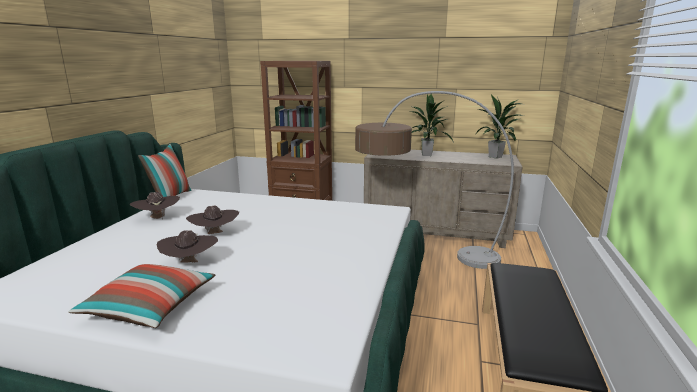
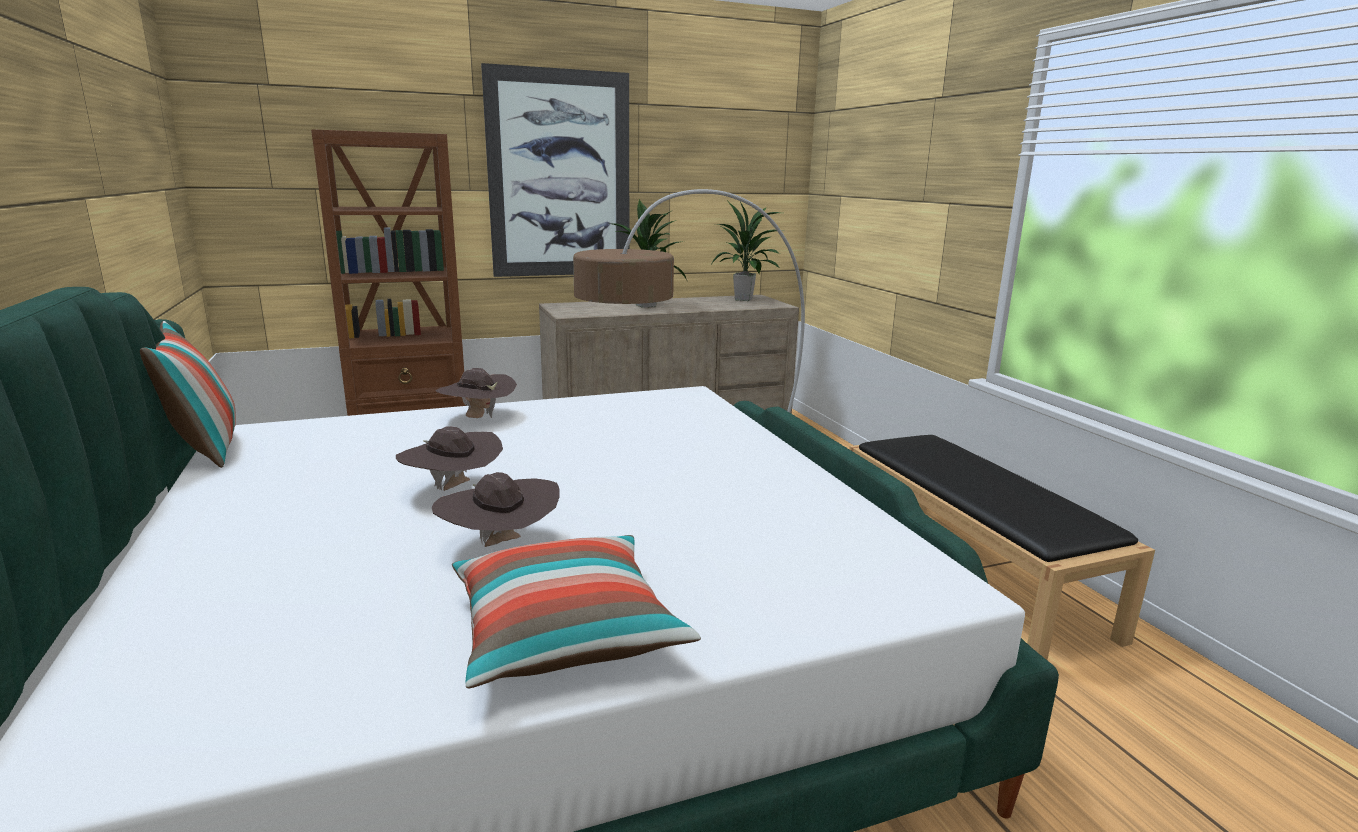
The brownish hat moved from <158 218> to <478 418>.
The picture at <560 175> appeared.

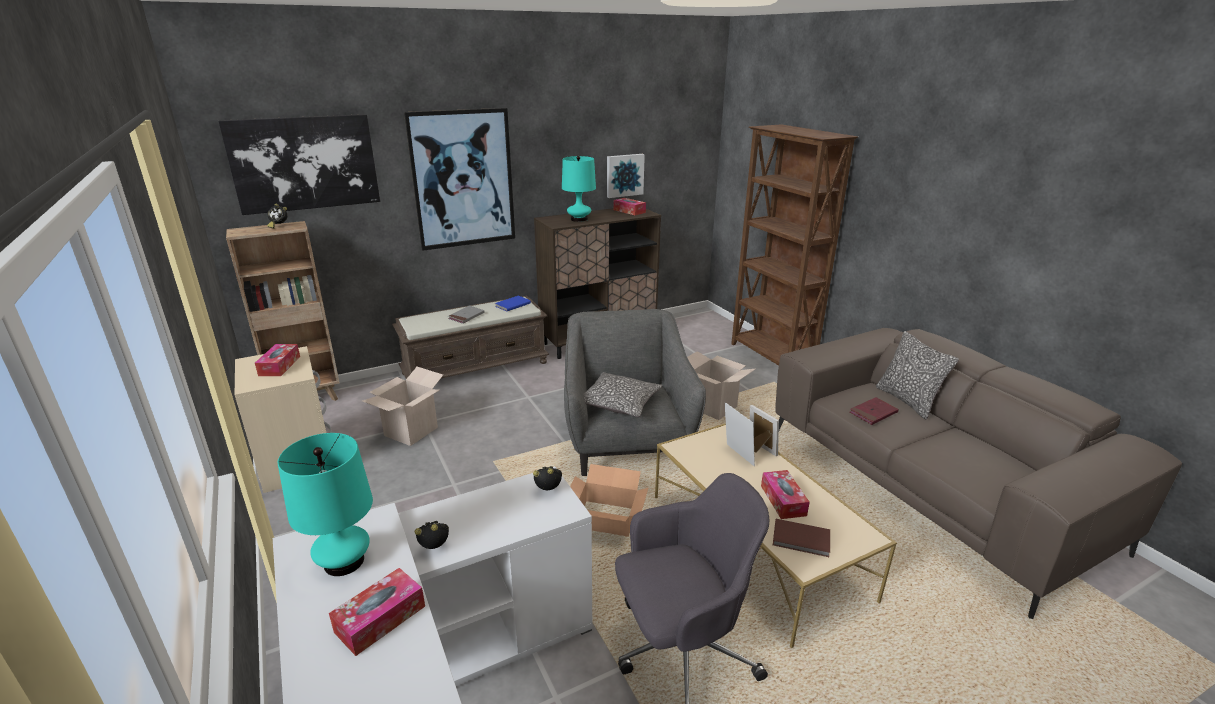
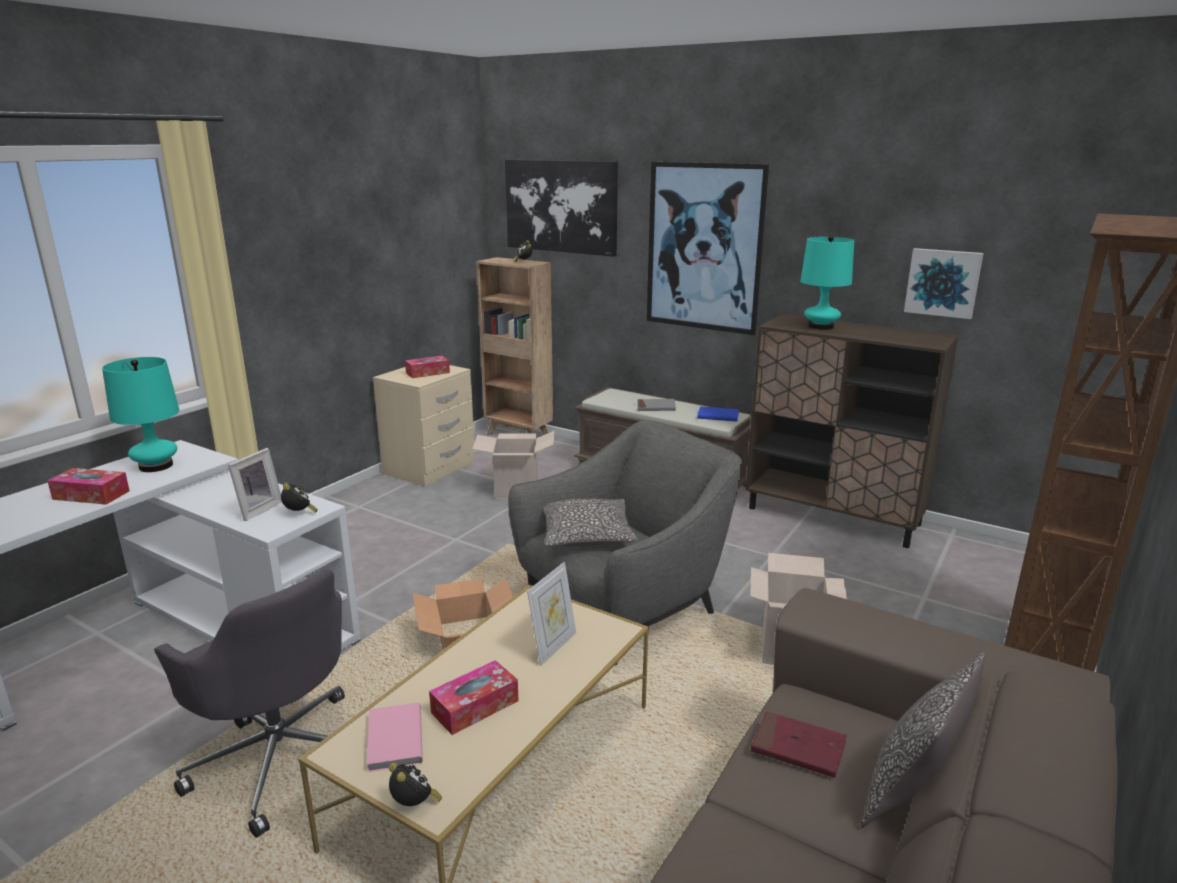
The photo frame moved from <758 449> to <257 509>.
The brownish volume at <802 540> became the pinkish volume at <393 740>.
The alarm clock moved from <436 548> to <415 805>.
The box of tissues at <629 211> disappeared.

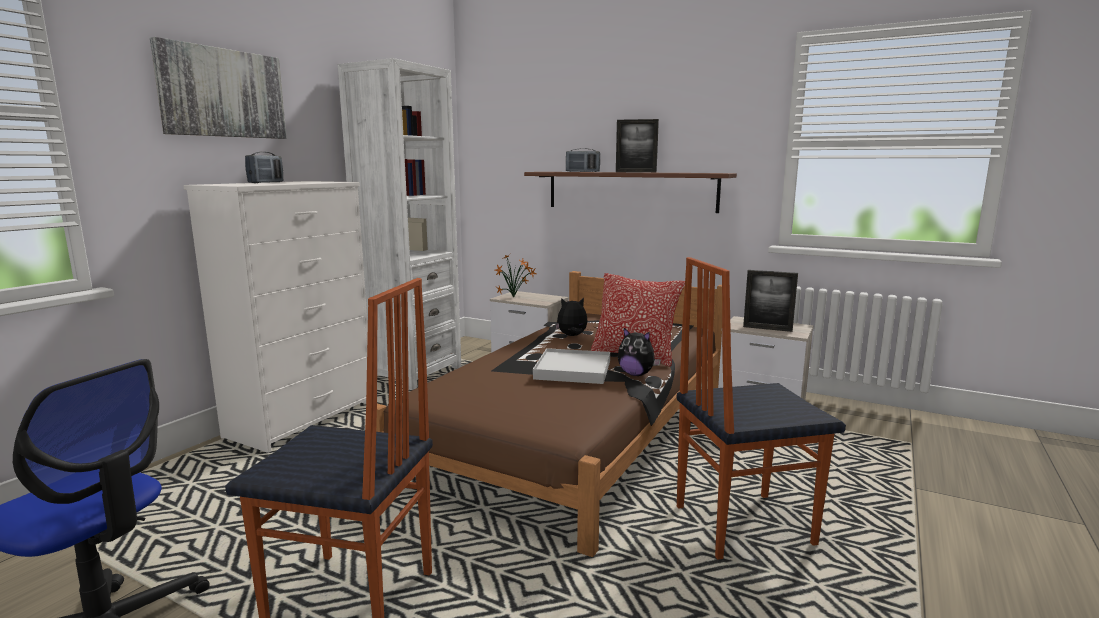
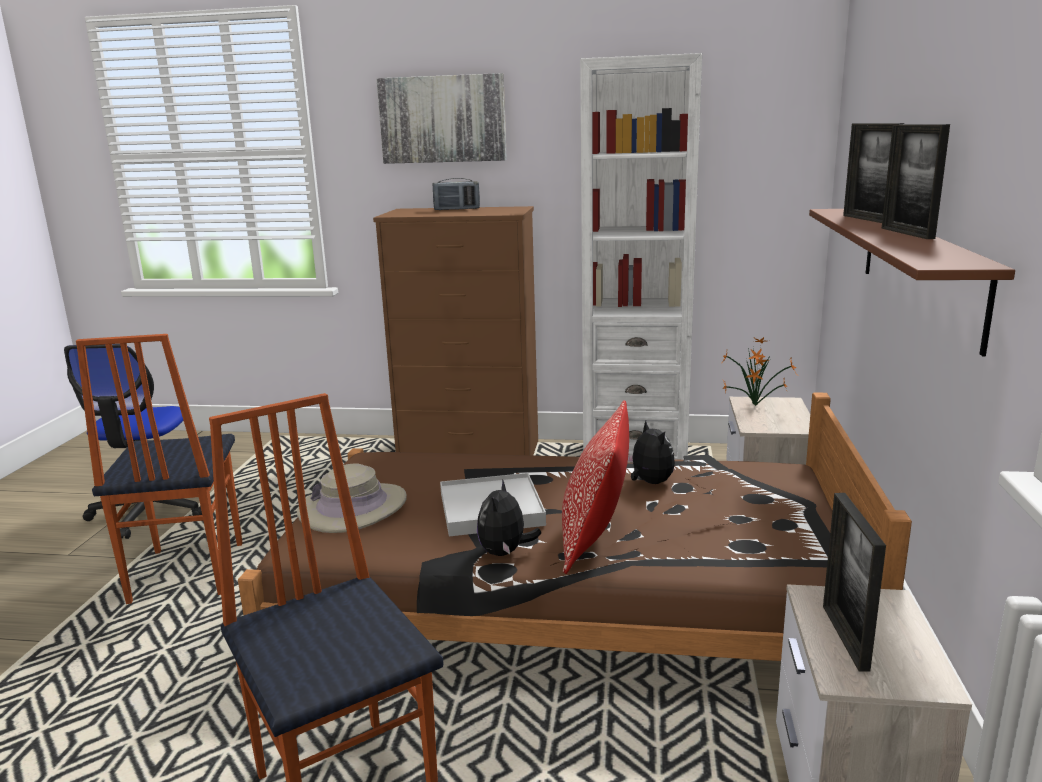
The beige hat at <353 508> appeared.
The white drawer chest at <303 420> became the brownish drawer chest at <470 453>.
The radio set at <582 171> was replaced by the photo frame at <867 219>.

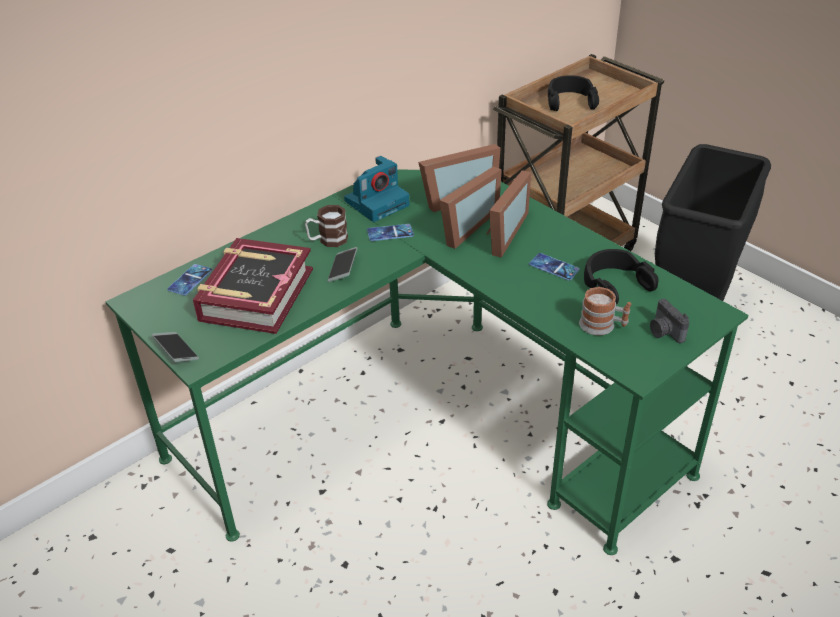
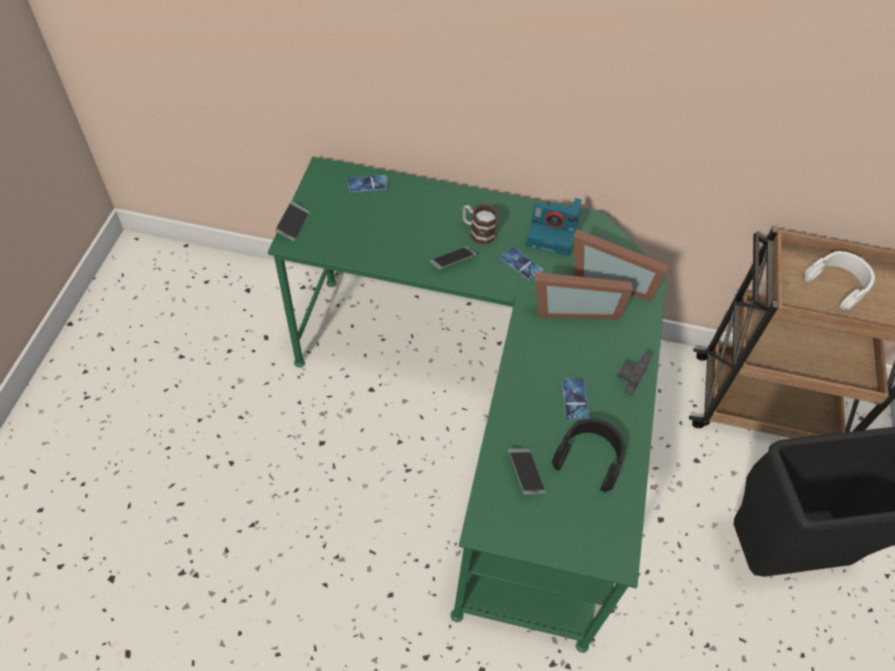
The tea mug at <602 326> was replaced by the handset at <525 473>.
The photo camera moved from <664 332> to <629 378>.
The black pair of headphones at <570 101> became the white pair of headphones at <837 284>.
The volume at <256 294> disappeared.
The photo frame at <500 234> disappeared.

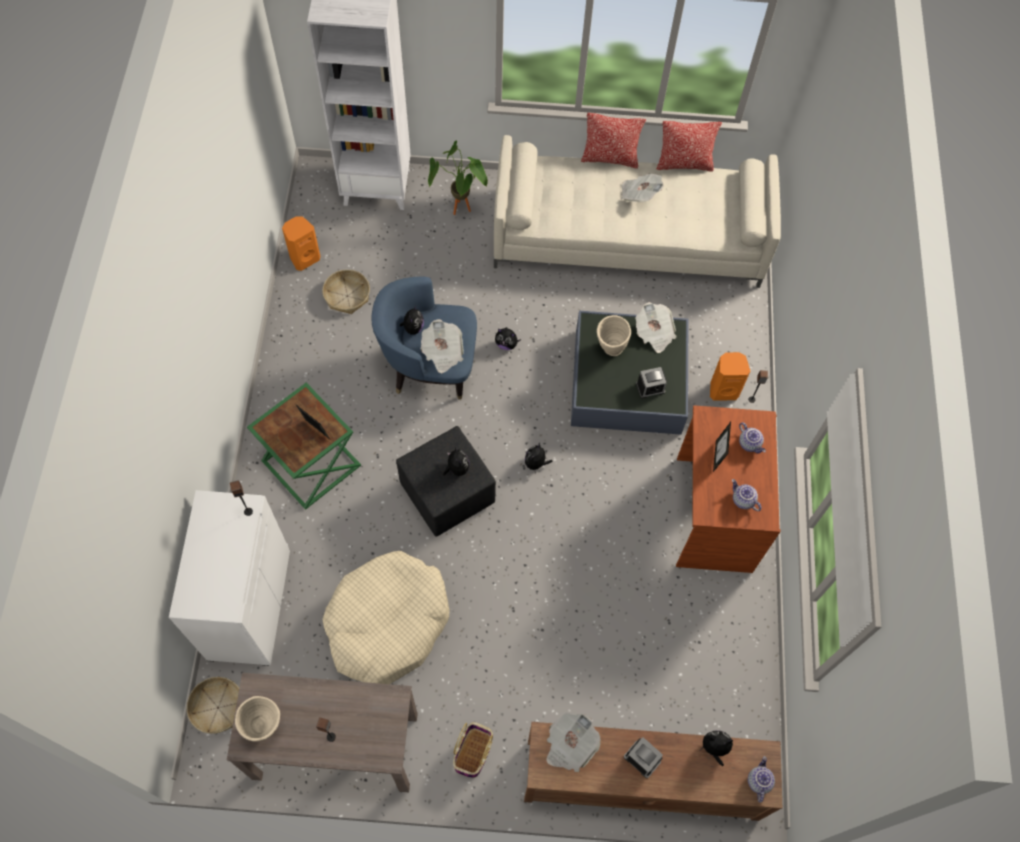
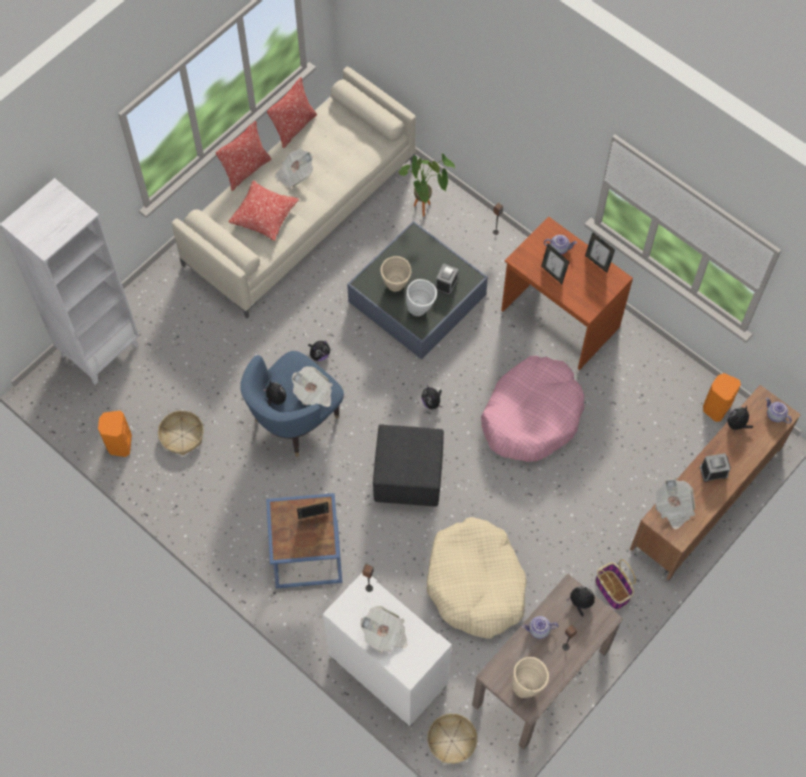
The throw pillow at <264 215> appeared.
The green end table at <309 463> became the blue-coloured end table at <305 555>.
The daily paper moved from <654 333> to <385 634>.
The houseplant moved from <461 213> to <426 210>.
The white vase at <421 309> appeared.
The pinkish dog cushion at <531 415> appeared.
The pot for tea moved from <742 500> to <539 630>.
The cuddly toy moved from <457 468> to <580 603>.
The photo frame at <597 262> appeared.
The orange-coloured speaker moved from <723 390> to <715 408>.

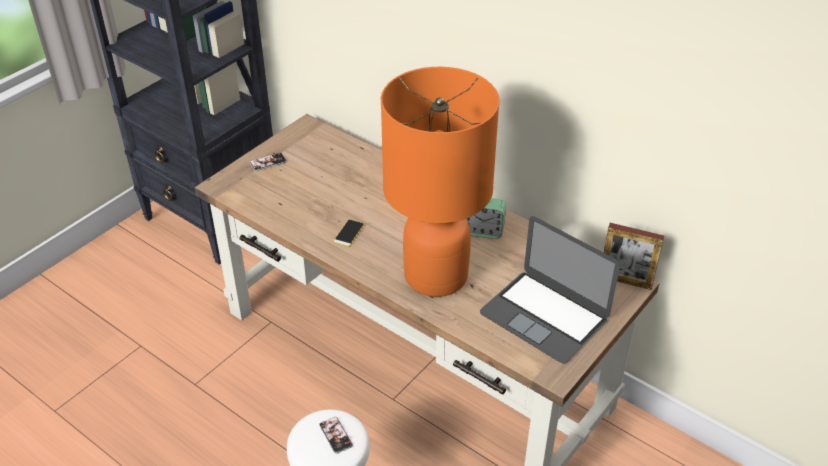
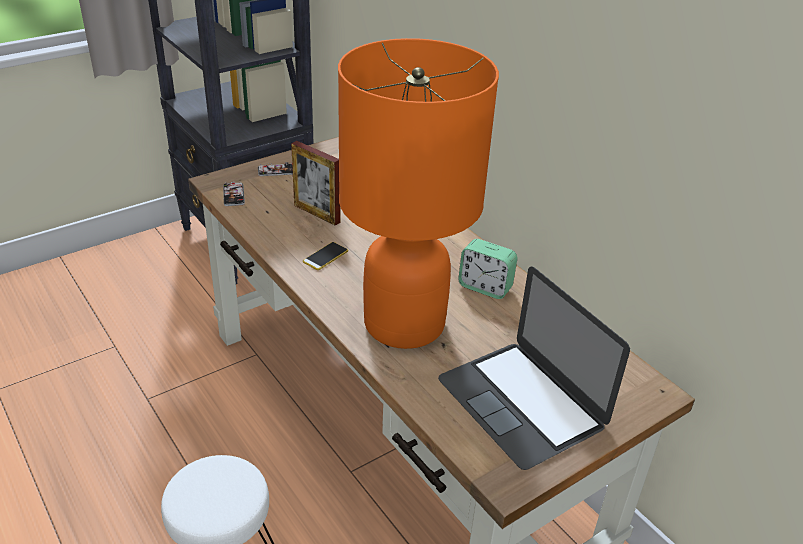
The handset moved from <335 435> to <233 195>.
The photo frame moved from <625 280> to <317 213>.

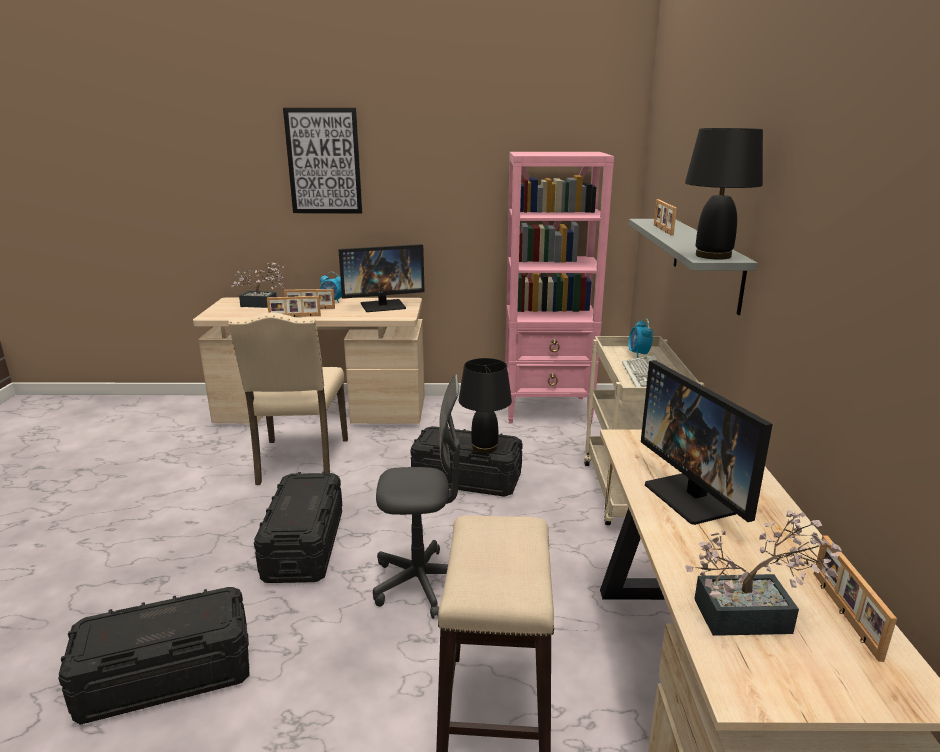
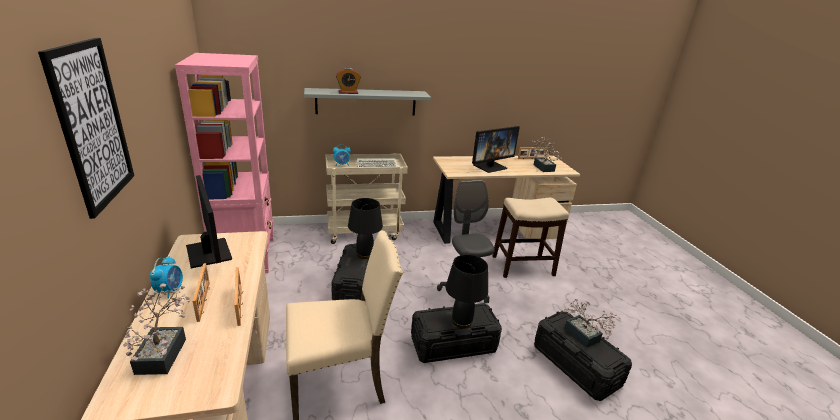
The photo frame at <662 230> was replaced by the alarm clock at <348 92>.
The black lamp for a table moved from <712 256> to <462 322>.
The houseplant at <584 338> appeared.

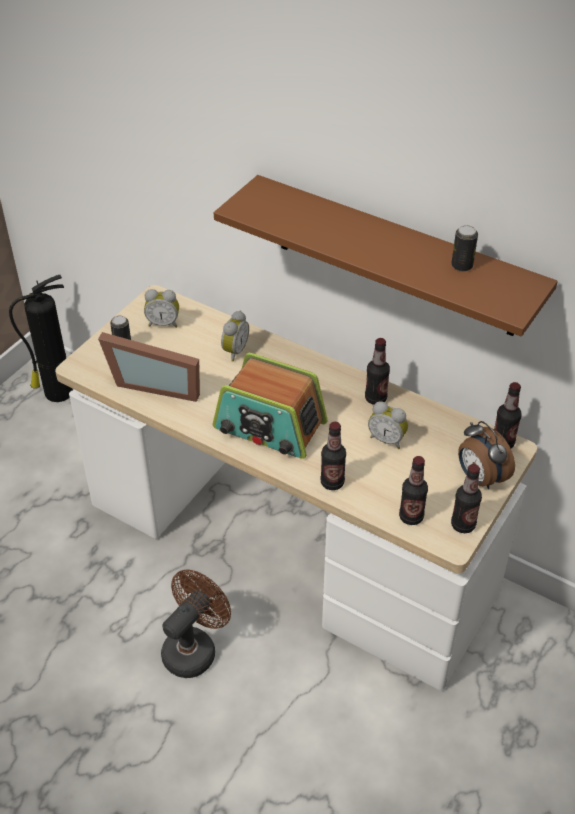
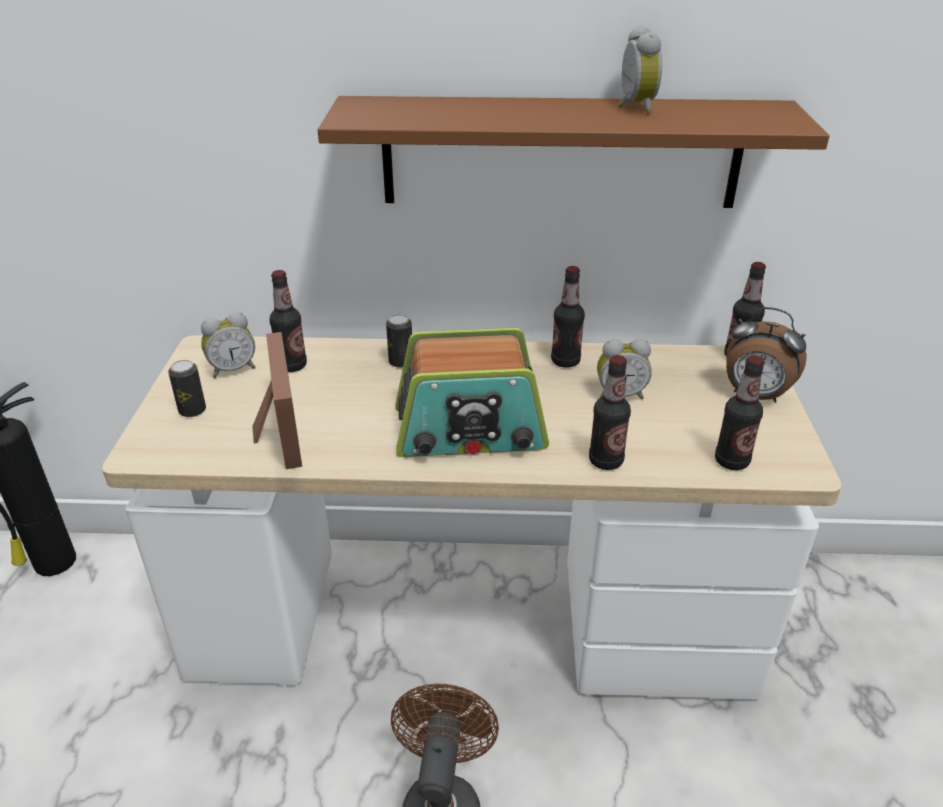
The photo frame at <156 383> turned 90 degrees counterclockwise.
The drink bottle moved from <463 525> to <292 366>.
The can moved from <462 265> to <401 362>.
The alarm clock moved from <234 351> to <633 107>.

